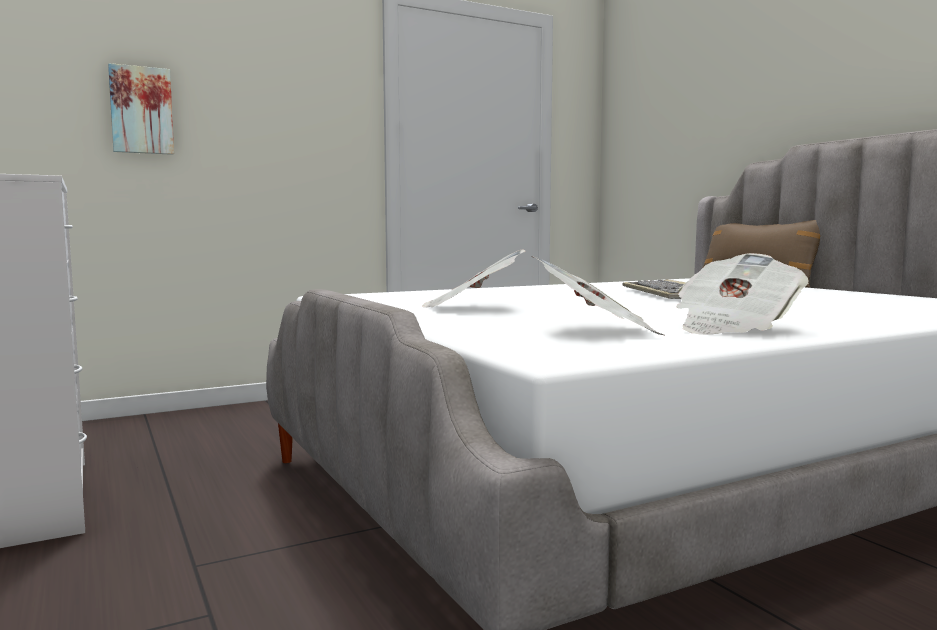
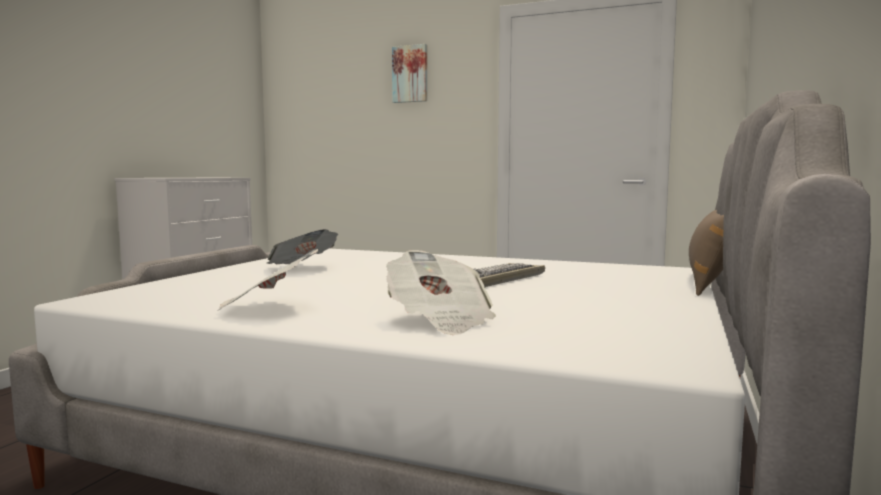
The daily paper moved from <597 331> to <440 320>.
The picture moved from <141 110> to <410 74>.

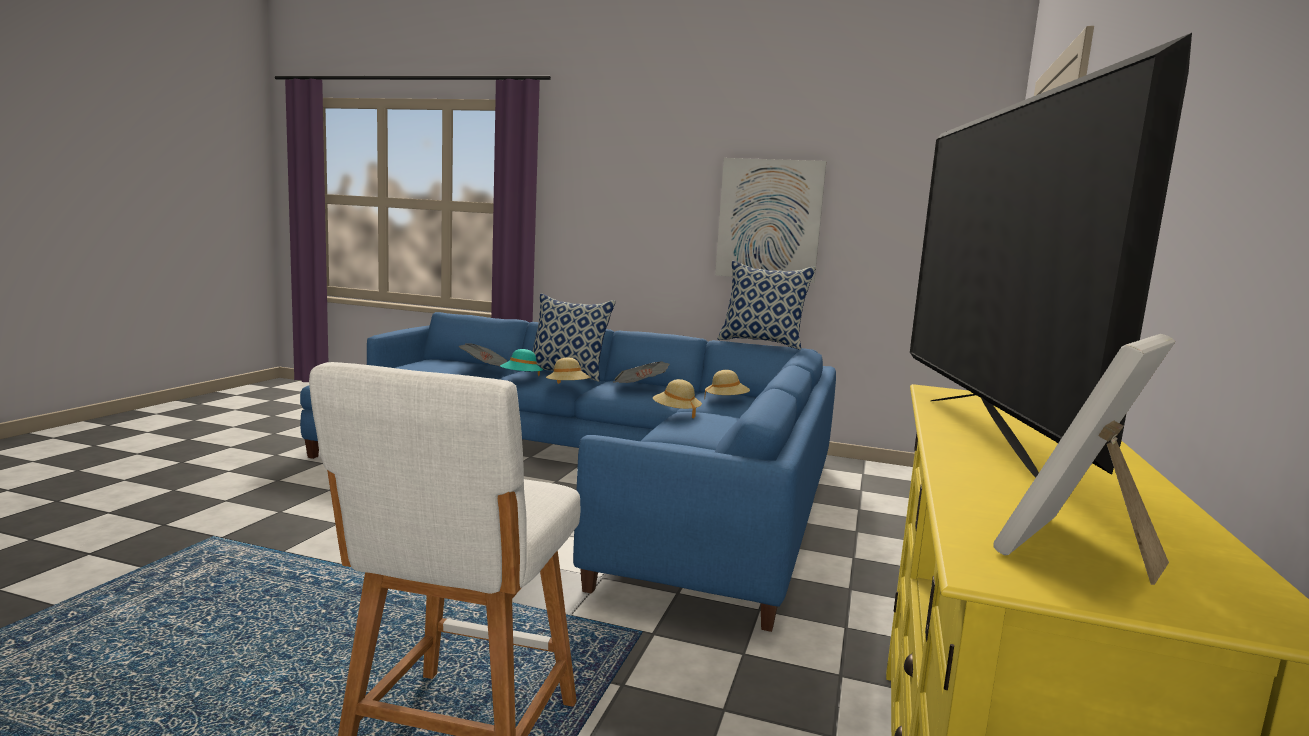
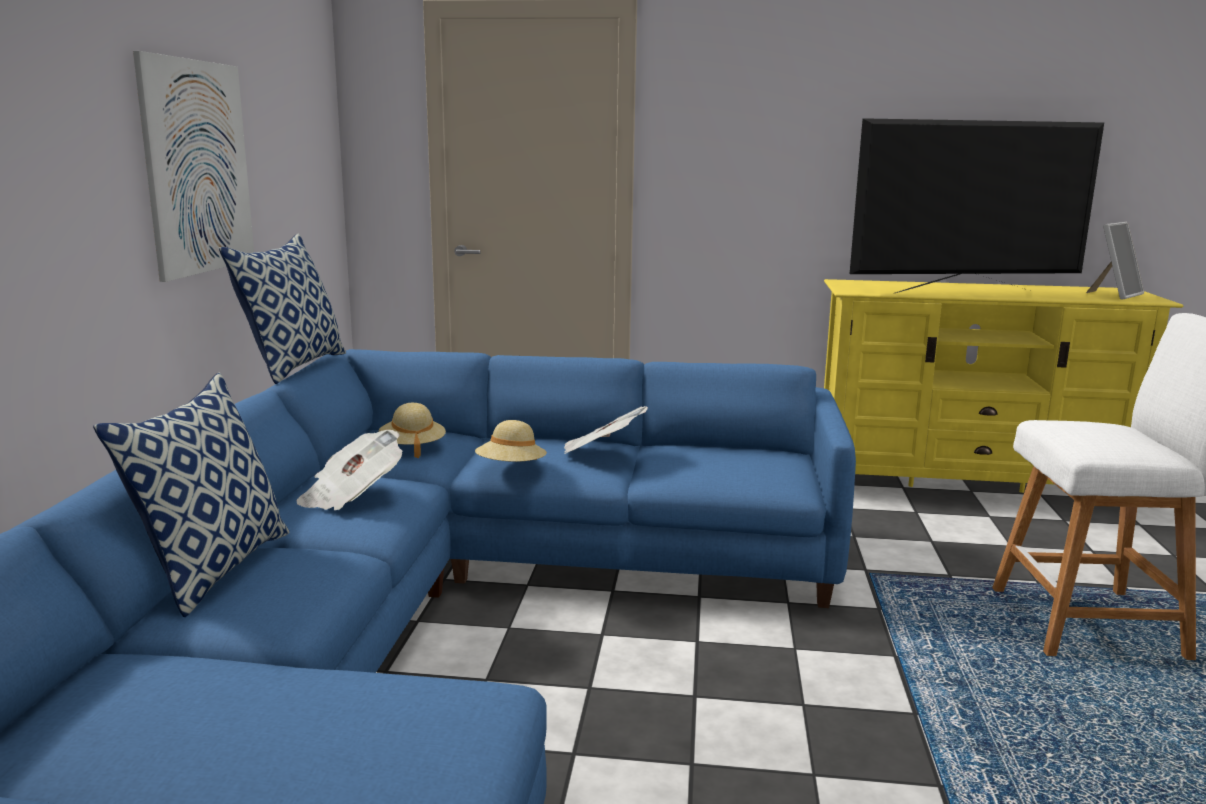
The daily paper moved from <487 370> to <601 453>.
The photo frame at <1078 551> turned 75 degrees counterclockwise.
The turquoise-coloured hat at <521 378> disappeared.
The beige hat at <567 388> disappeared.

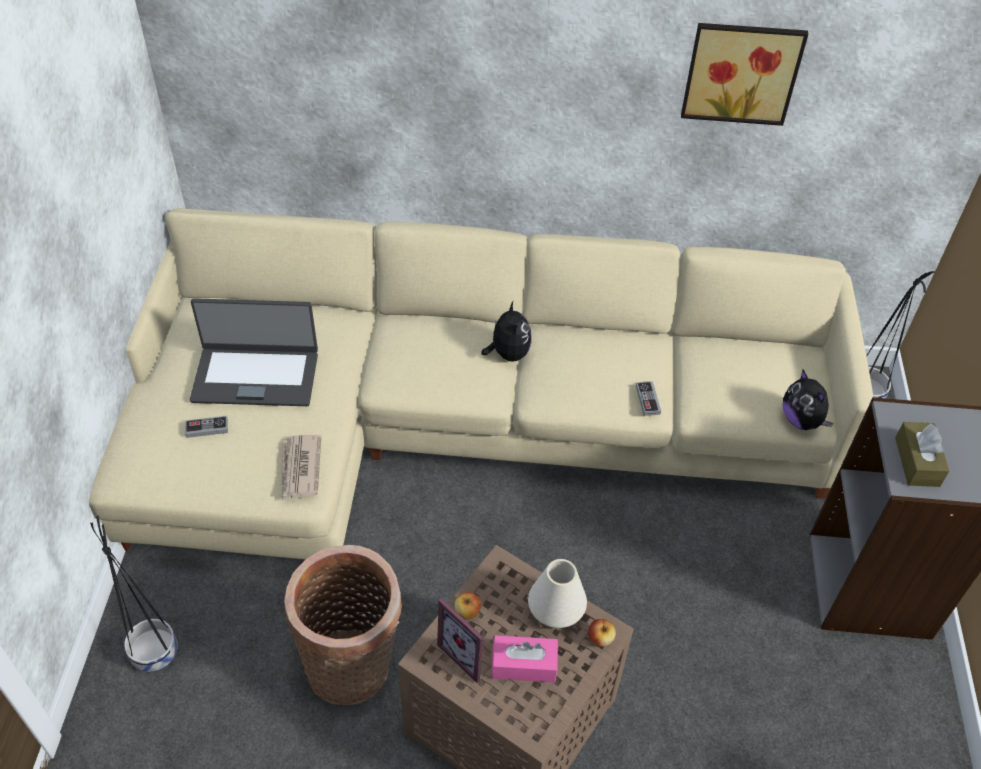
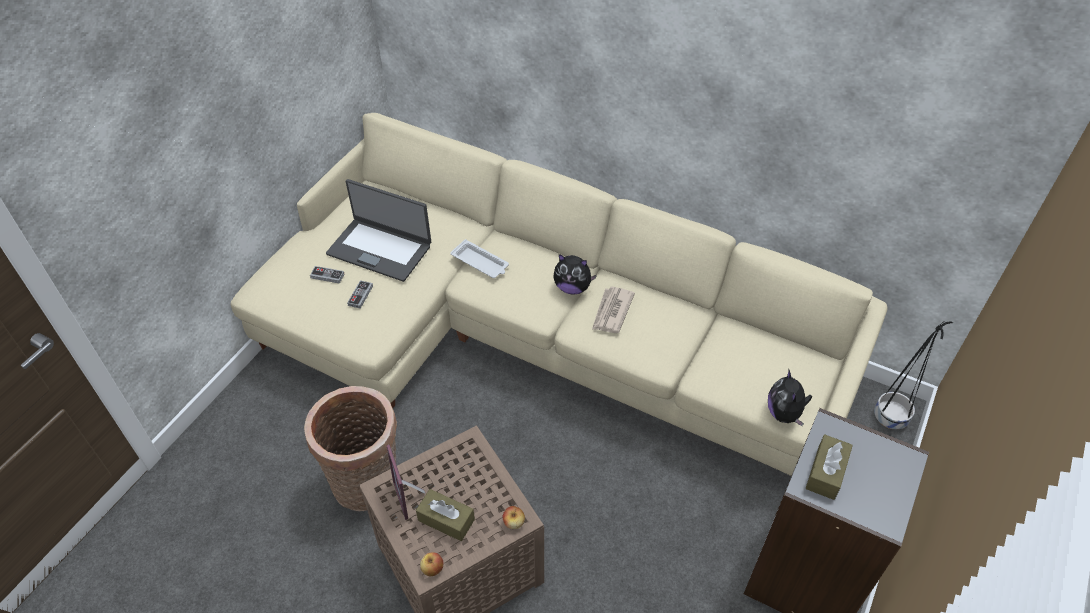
The gamepad moved from <647 400> to <360 295>.
The pinkish box of tissues at <524 665> became the brownish box of tissues at <446 520>.
The whole apple moved from <467 612> to <432 569>.
The white serving tray at <480 263> appeared.
The cuddly toy at <508 354> turned 90 degrees clockwise.
The daily paper moved from <299 469> to <611 312>.
The black flower pot at <154 651> disappeared.
The white vase at <556 612> disappeared.
The picture at <741 71> disappeared.

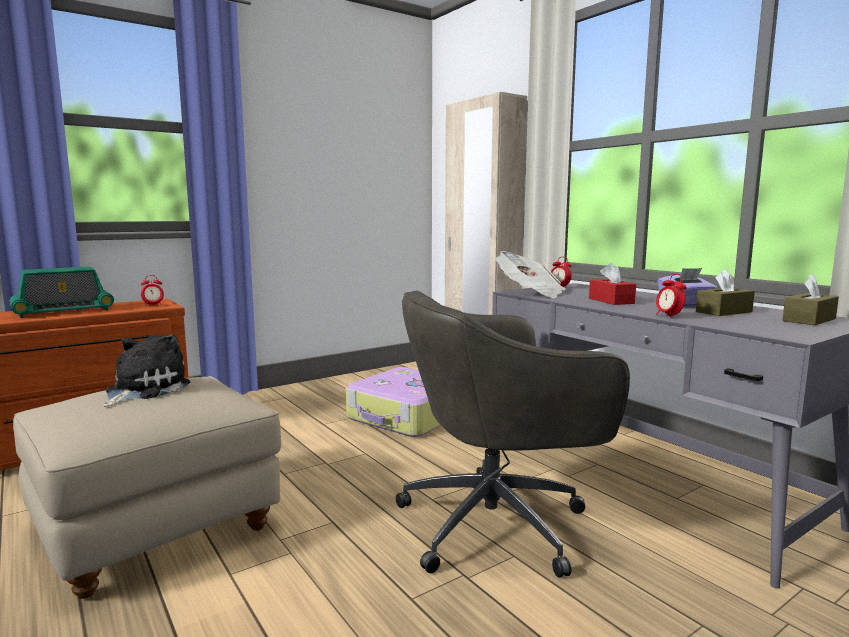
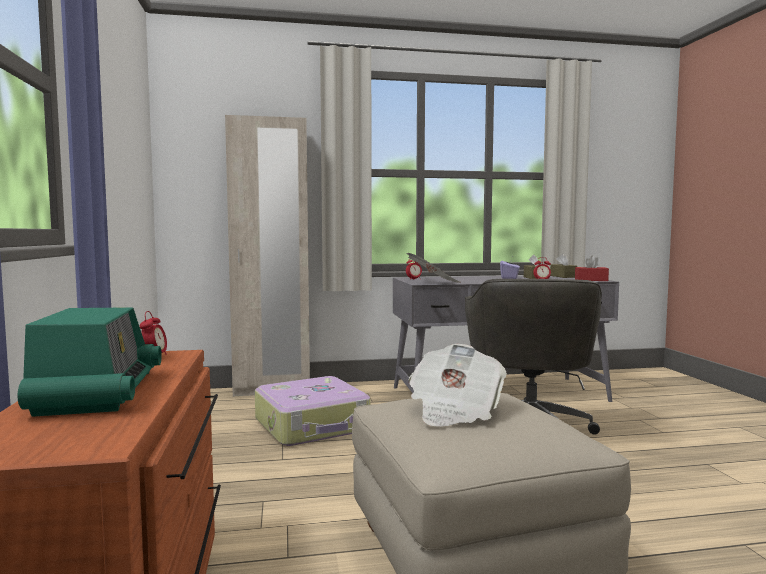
The cuddly toy at <143 390> was replaced by the daily paper at <454 411>.
The red box of tissues moved from <611 301> to <591 280>.

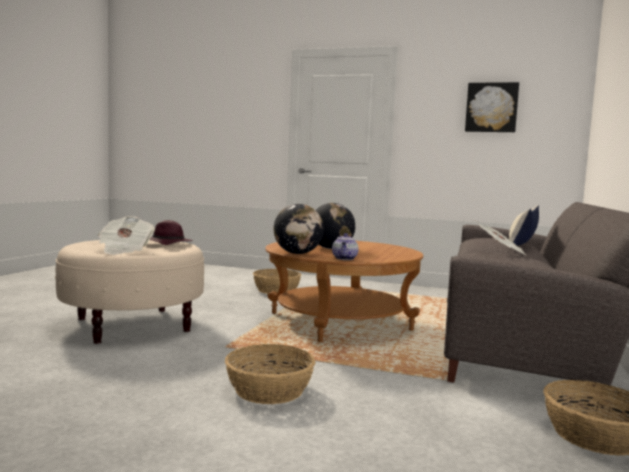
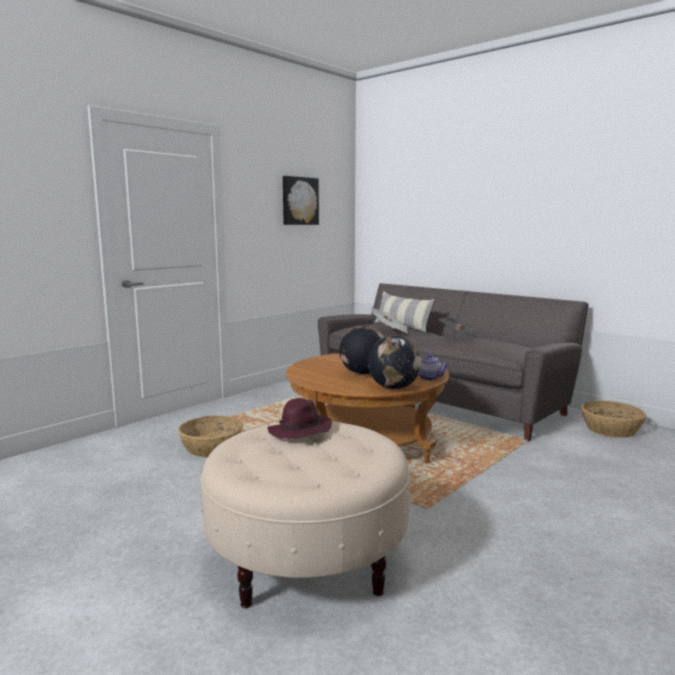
The daily paper moved from <124 250> to <390 331>.
The storage basket at <269 389> disappeared.

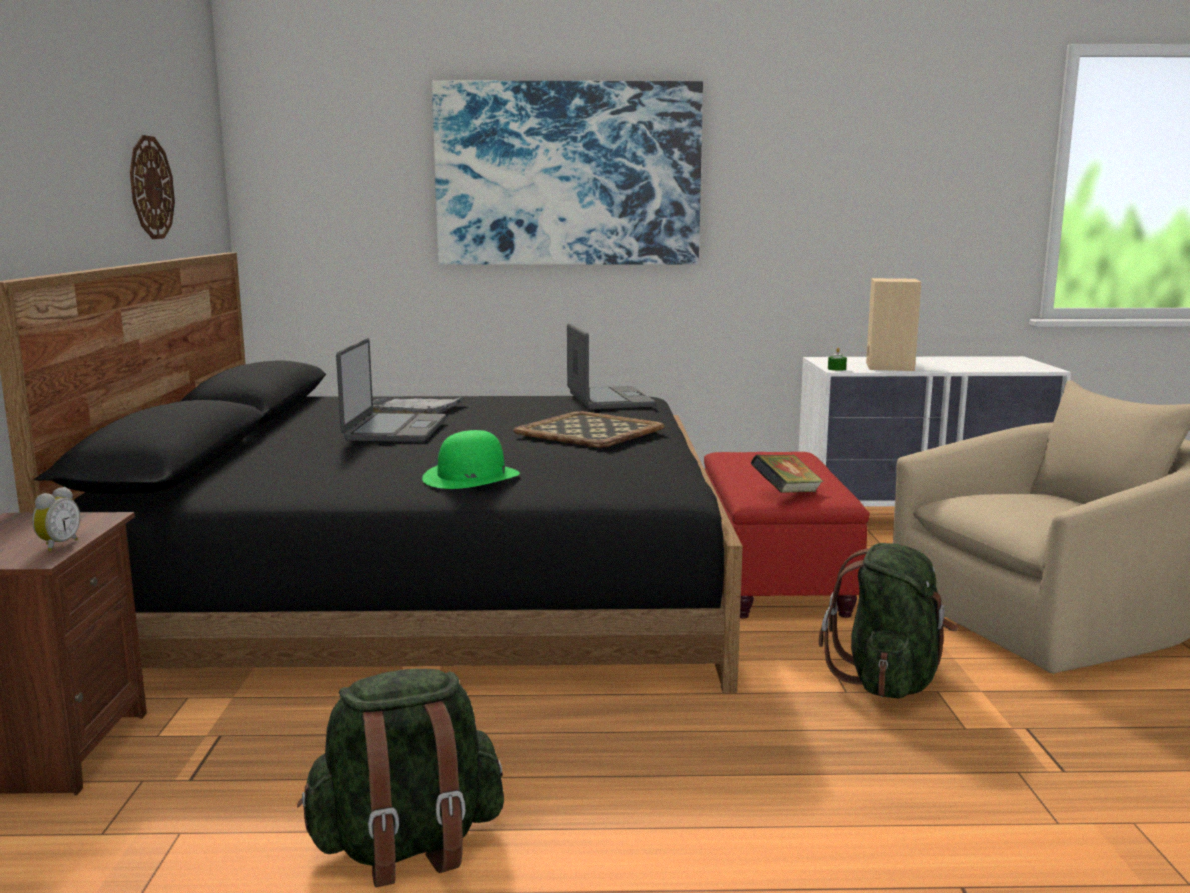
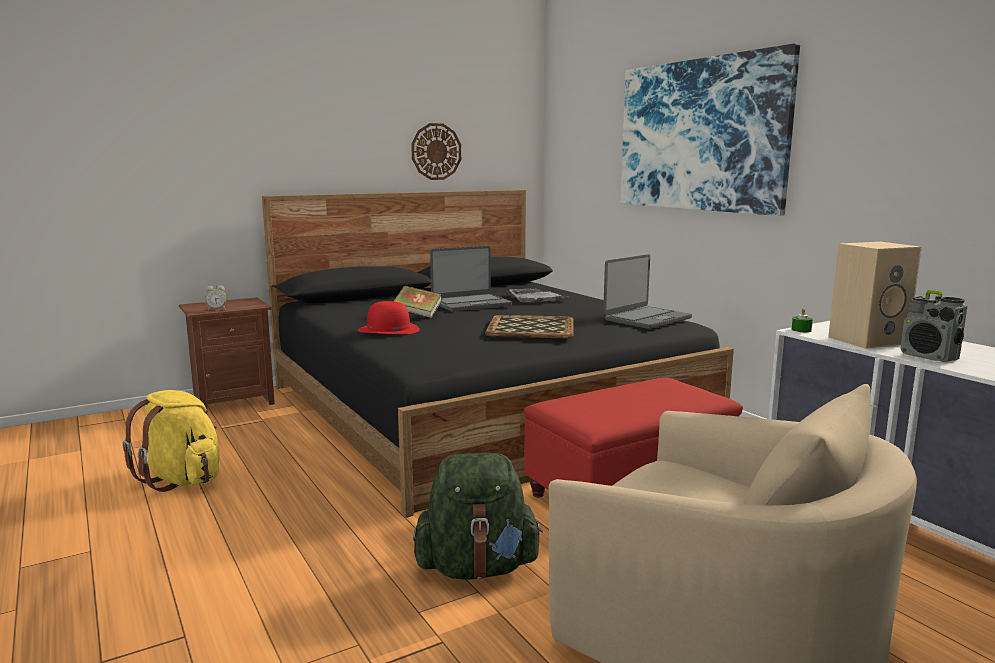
The green backpack at <407 846> became the yellow backpack at <182 479>.
The green hat at <471 477> became the red hat at <388 329>.
The volume moved from <786 494> to <418 315>.
The radio set at <929 357> appeared.

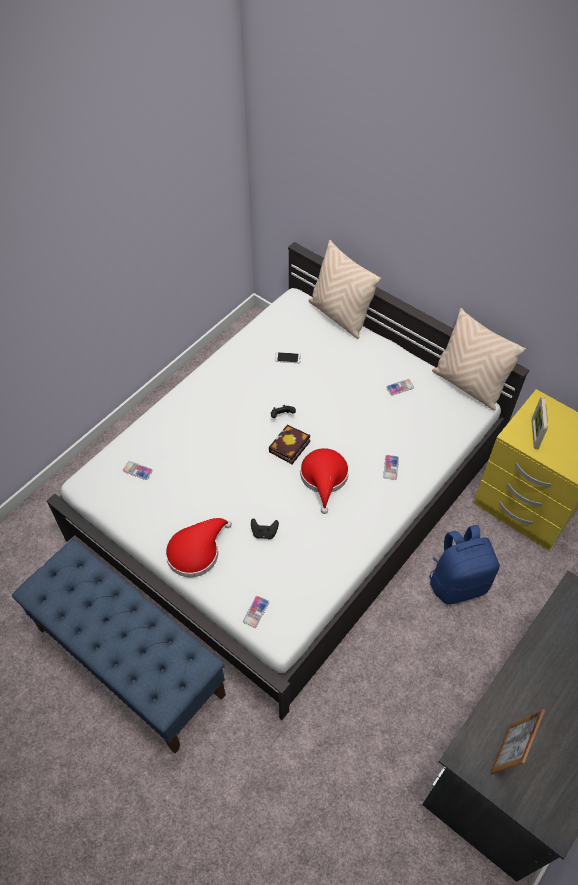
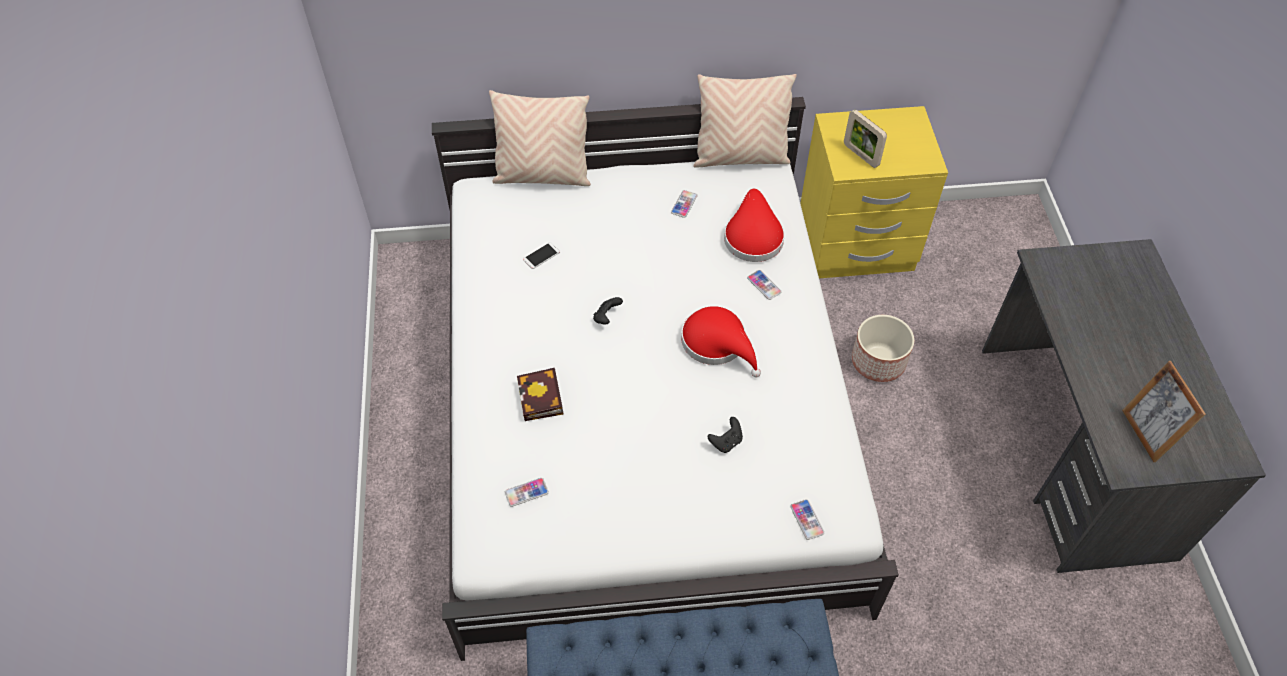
The volume moved from <289 448> to <542 400>.
The red hat moved from <196 551> to <752 236>.
The blue-coloured backpack at <458 583> was replaced by the flower pot at <878 360>.

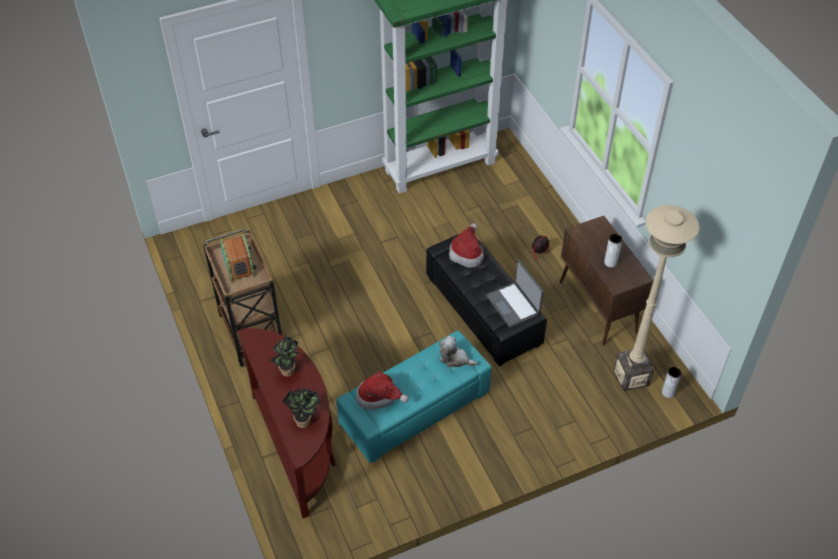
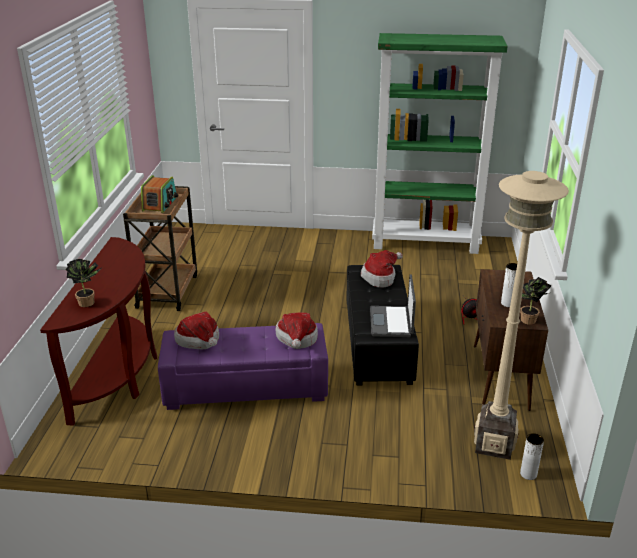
The turquoise-coloured footrest at <414 409> became the purplish footrest at <246 386>.
The cuddly toy at <455 359> was replaced by the hat at <297 340>.
The houseplant moved from <288 372> to <529 321>.

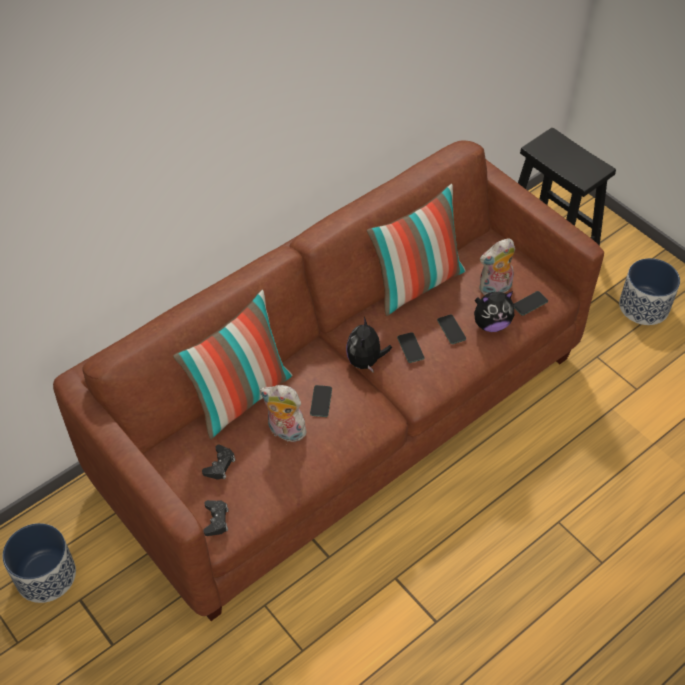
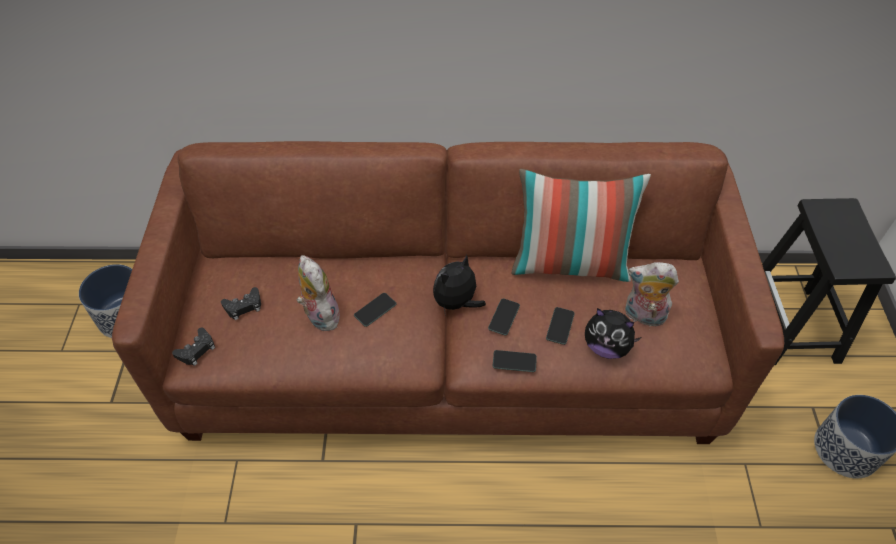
The handset moved from <530 303> to <514 361>.
The throw pillow at <240 397> disappeared.

